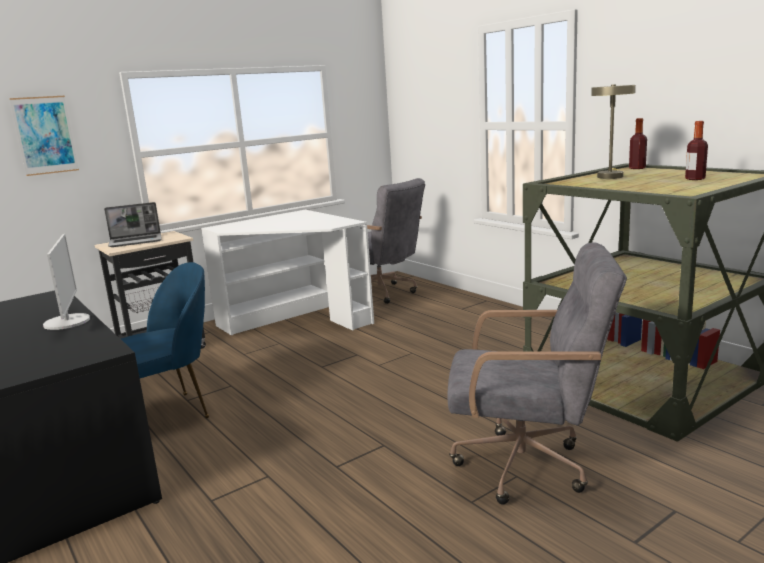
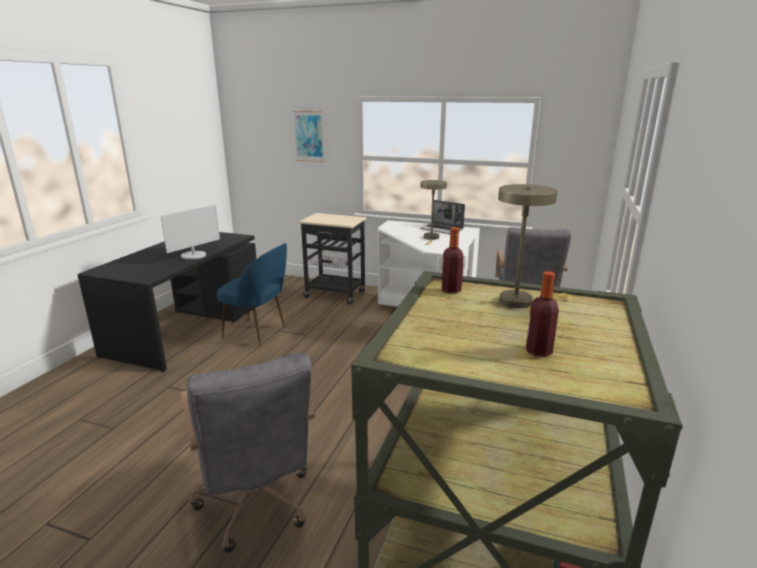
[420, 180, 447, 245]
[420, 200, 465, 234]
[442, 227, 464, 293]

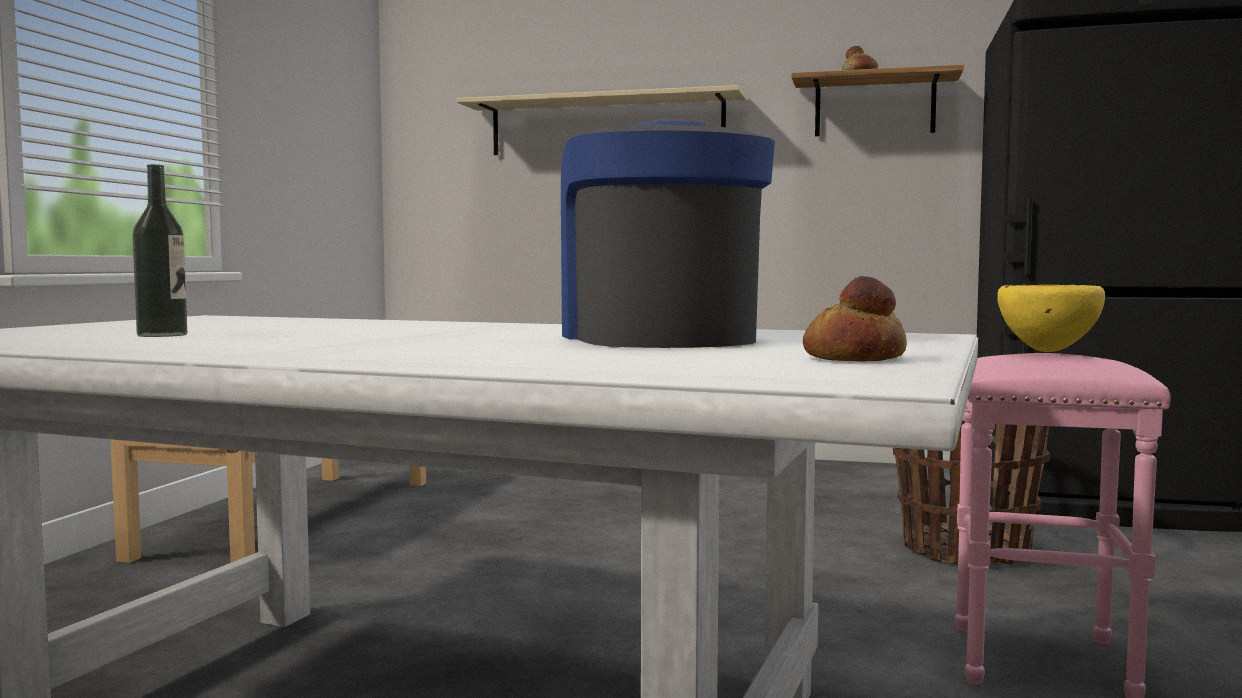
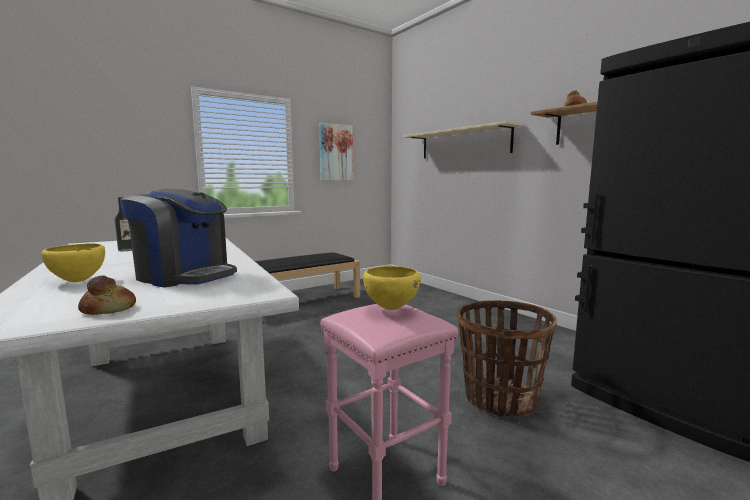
[41, 243, 105, 282]
[319, 123, 353, 181]
[120, 189, 237, 288]

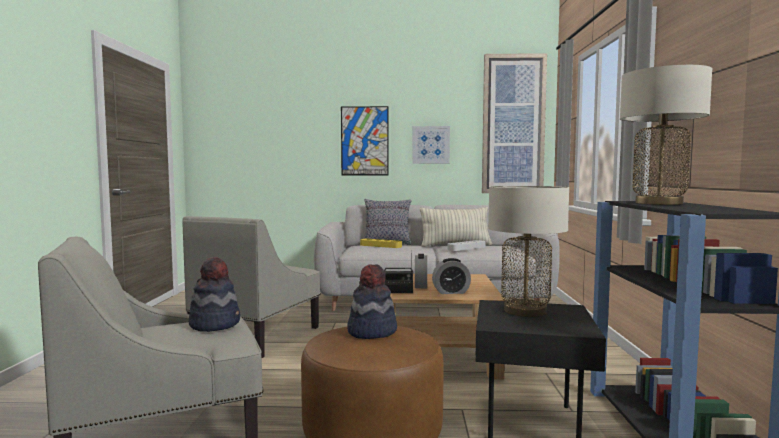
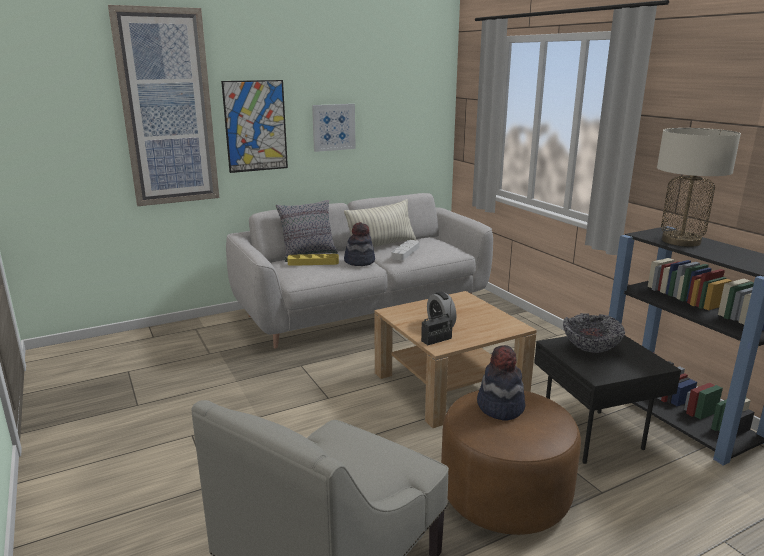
[182, 216, 321, 358] (first image)
[432, 258, 471, 294] (first image)
[344, 222, 375, 266]
[108, 5, 219, 206]
[563, 313, 625, 353]

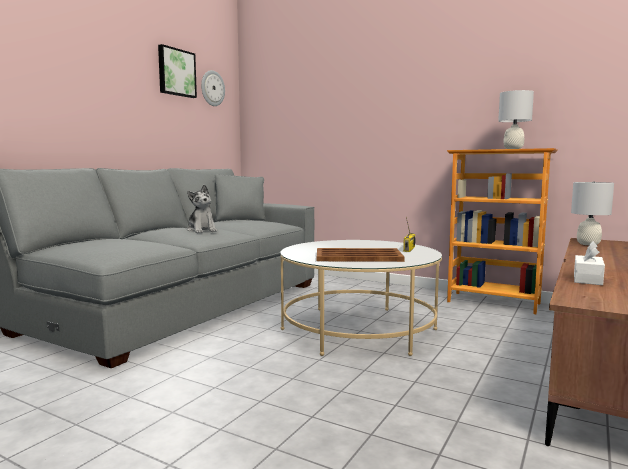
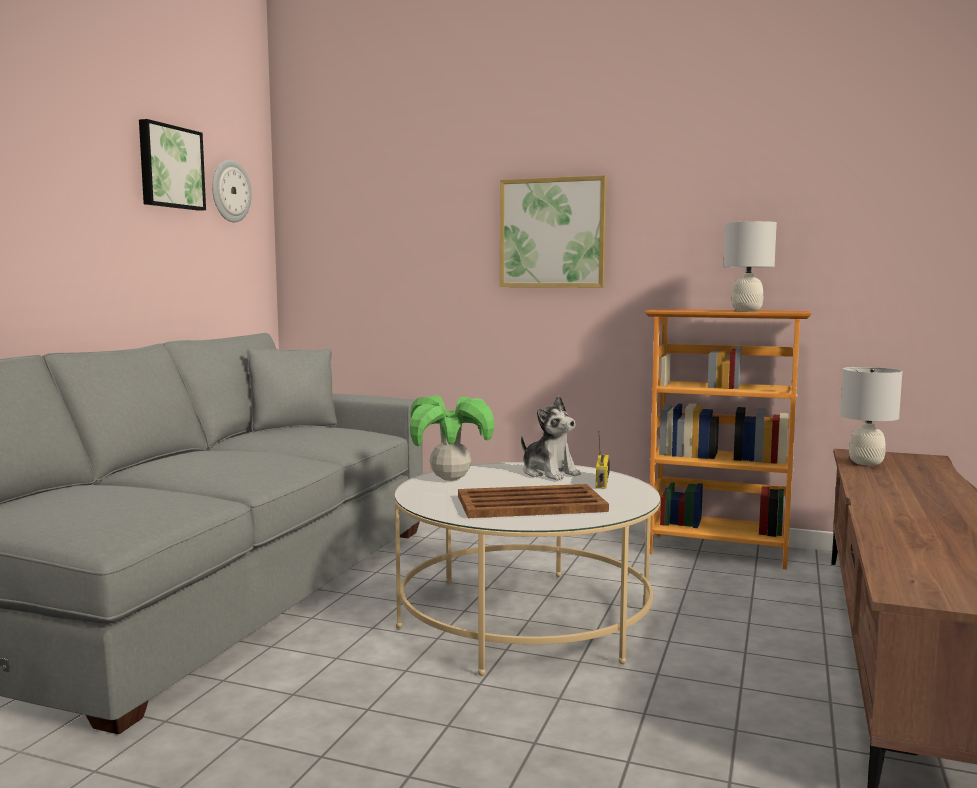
[574, 241, 605, 285] (first image)
[410, 395, 494, 481]
[500, 175, 607, 287]
[521, 396, 581, 480]

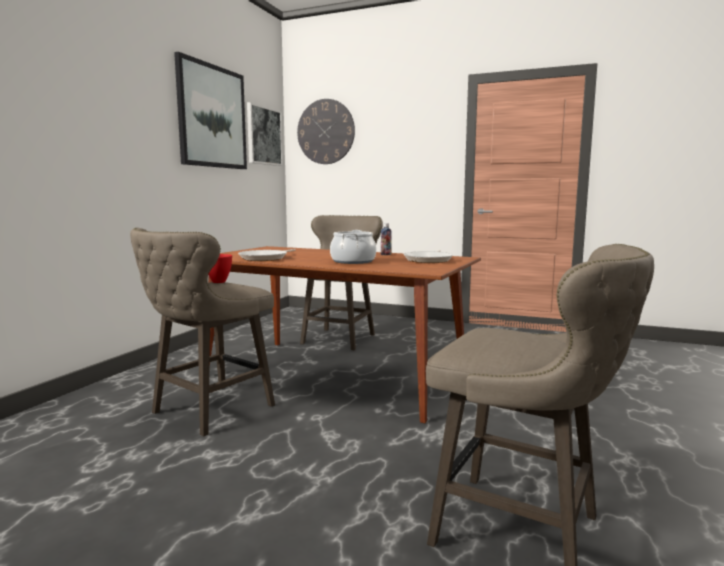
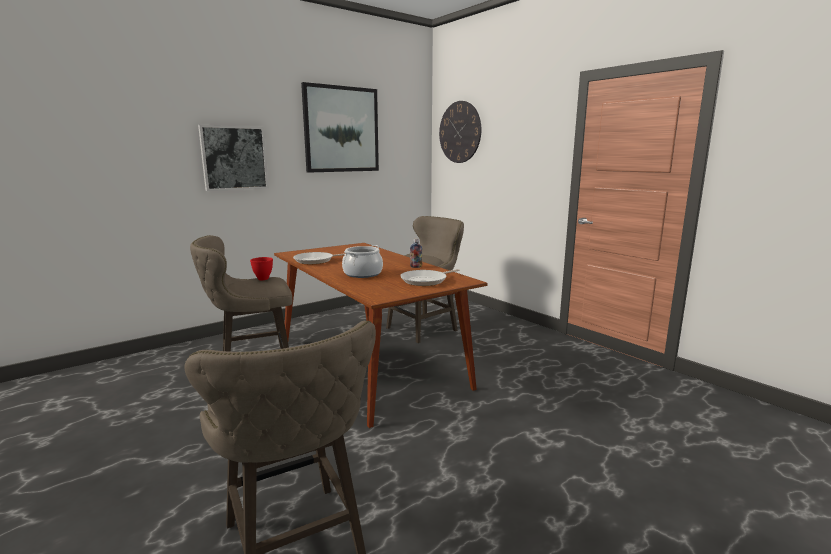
[198, 125, 269, 191]

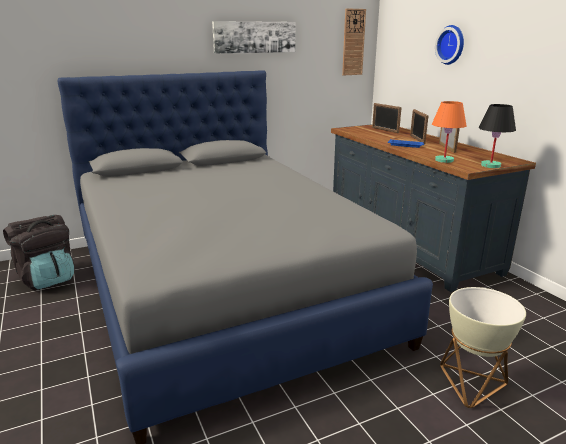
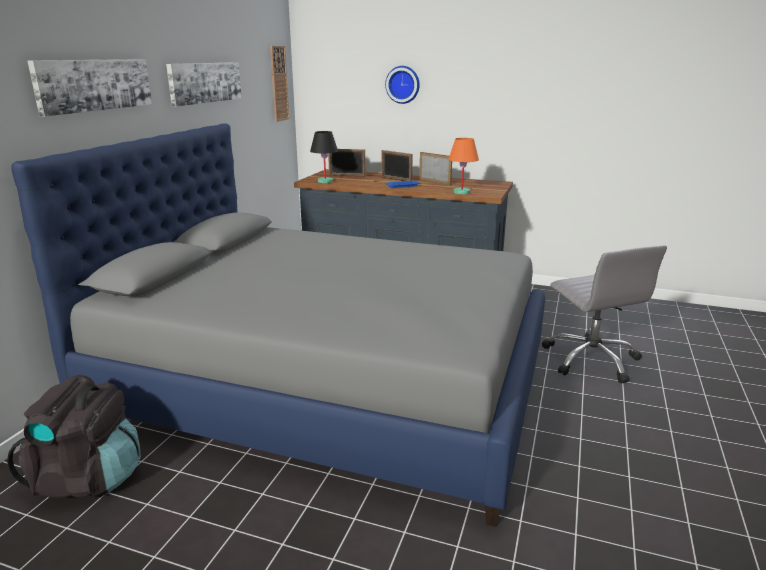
[28, 59, 152, 117]
[310, 131, 338, 183]
[542, 245, 667, 383]

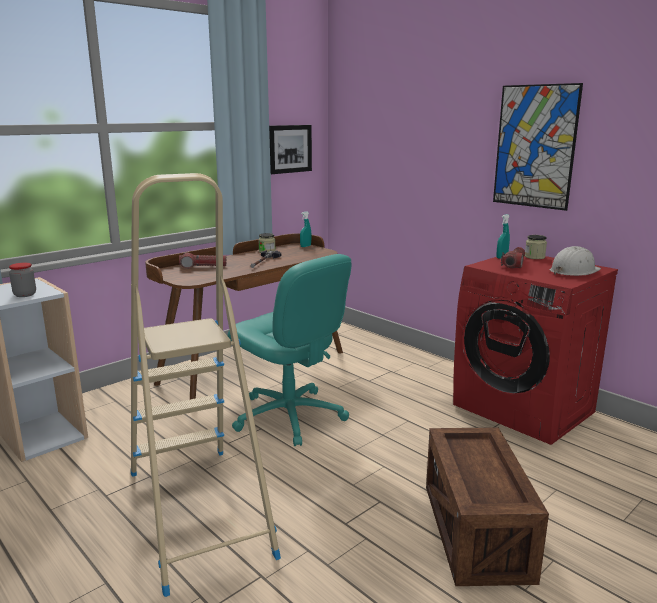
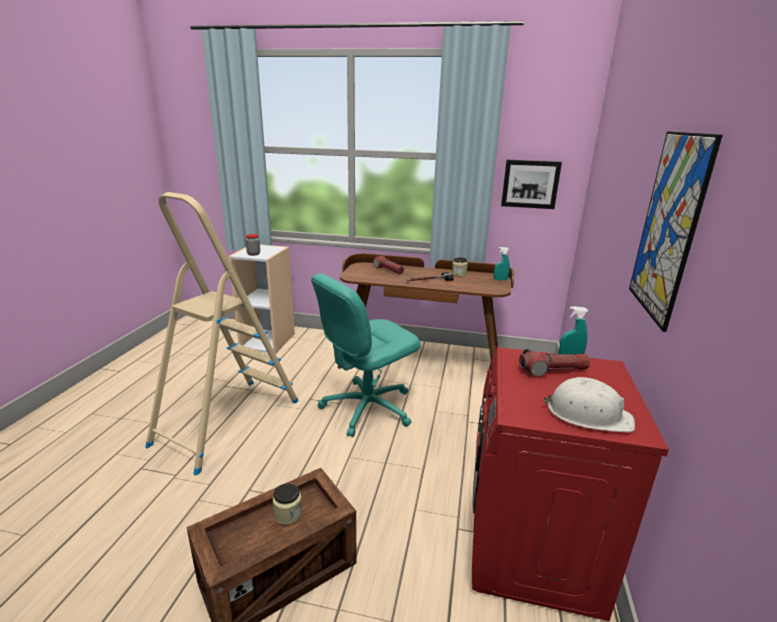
[273, 483, 302, 525]
[311, 274, 421, 437]

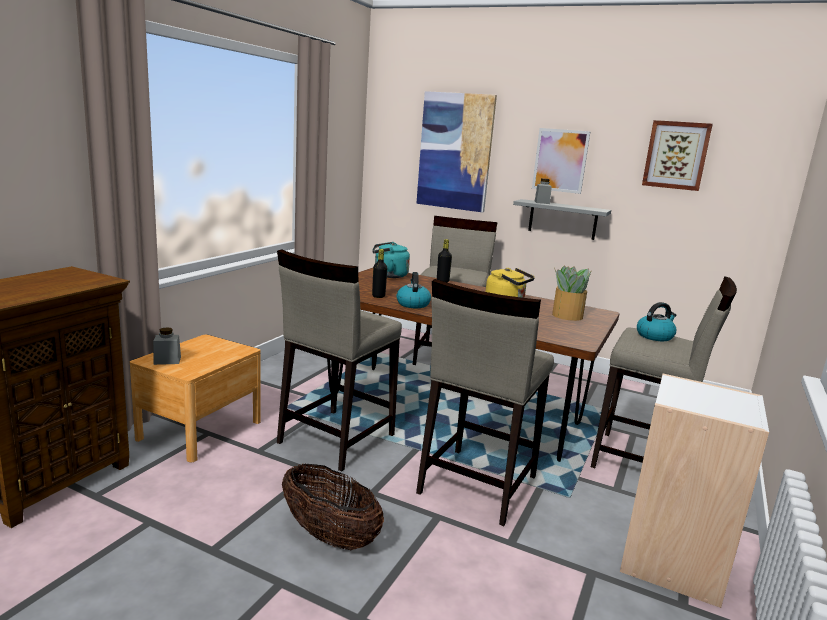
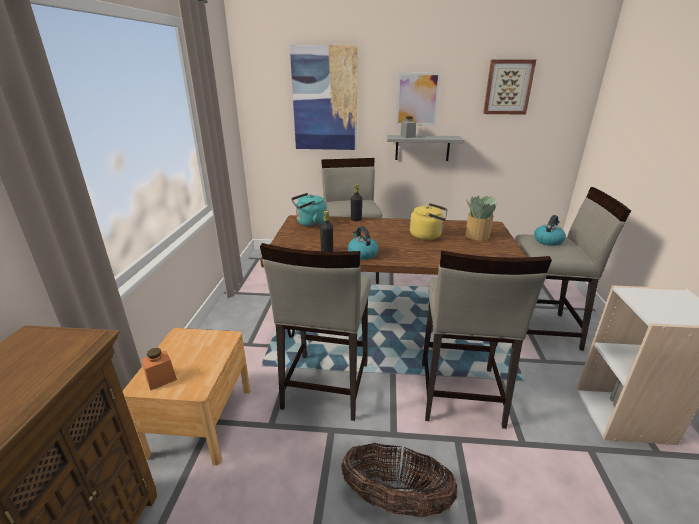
[141, 348, 177, 390]

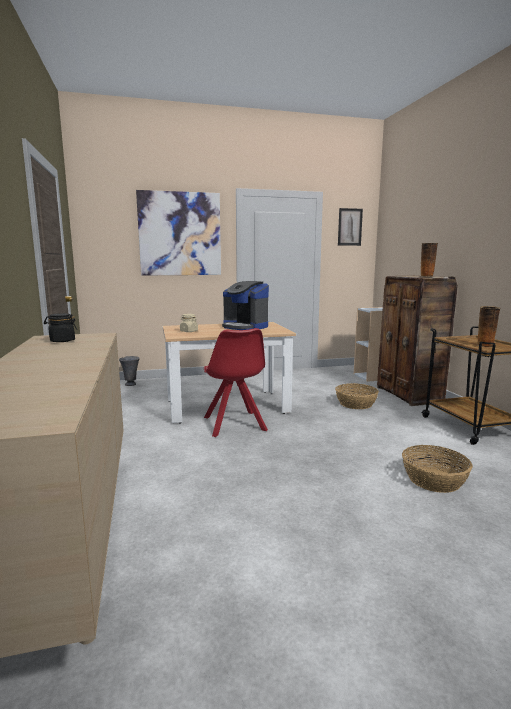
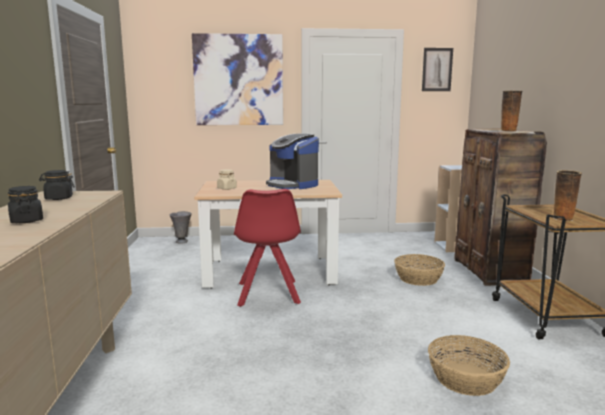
[8, 186, 43, 223]

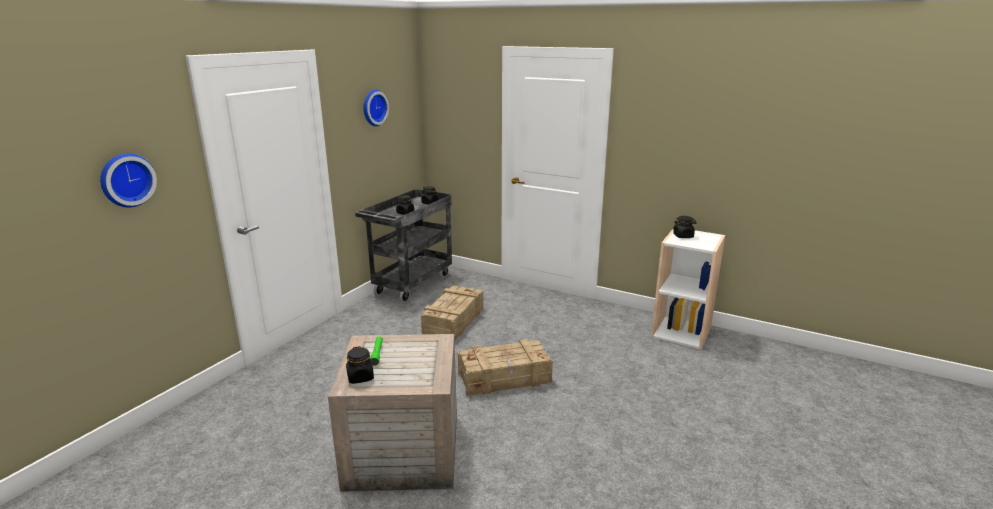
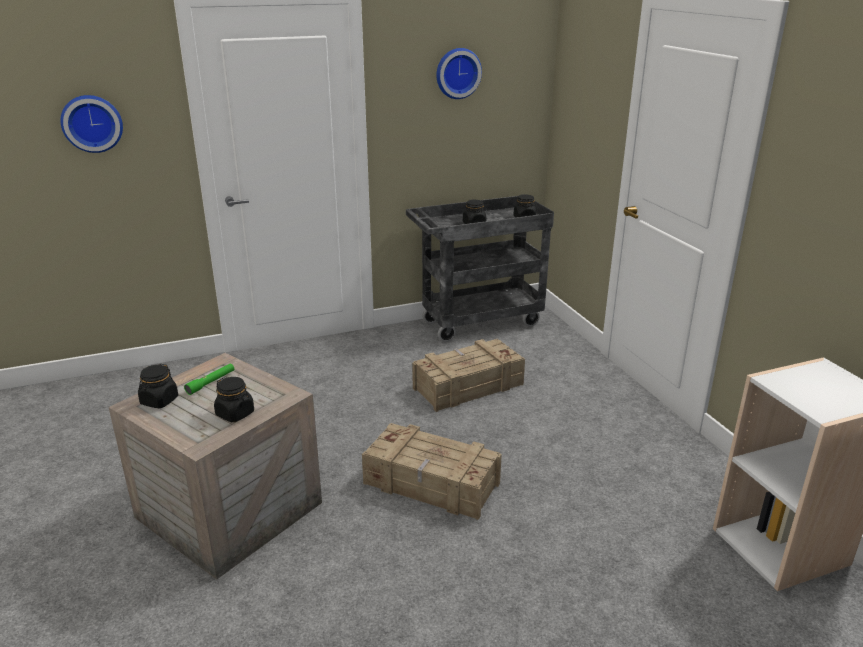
[214, 377, 254, 422]

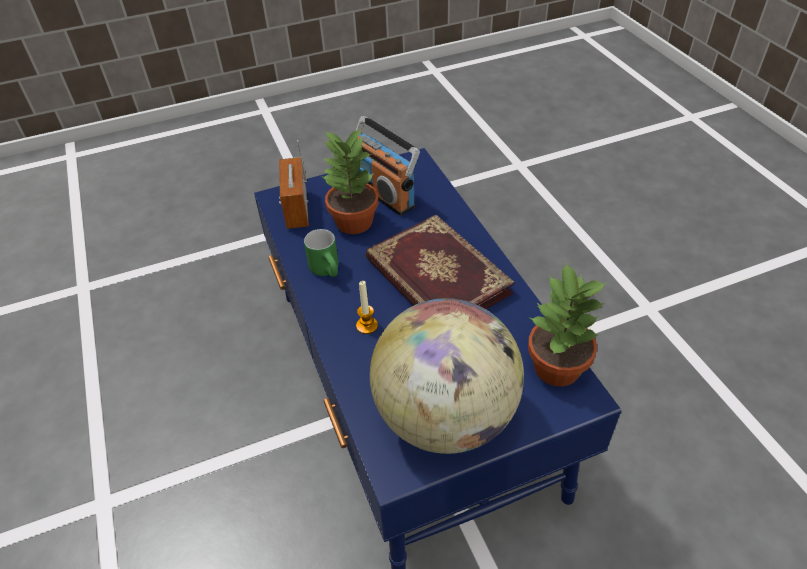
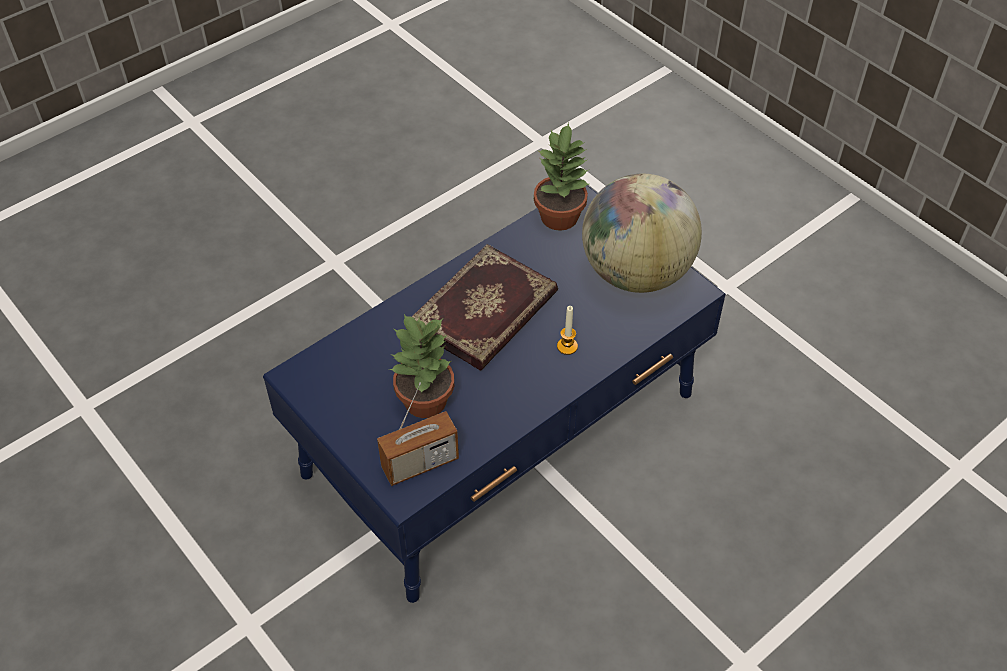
[304, 229, 338, 277] (first image)
[356, 116, 420, 216] (first image)

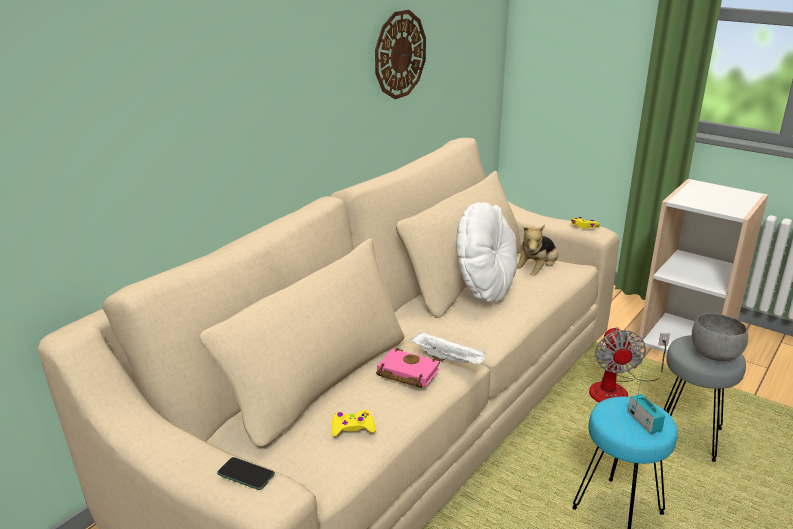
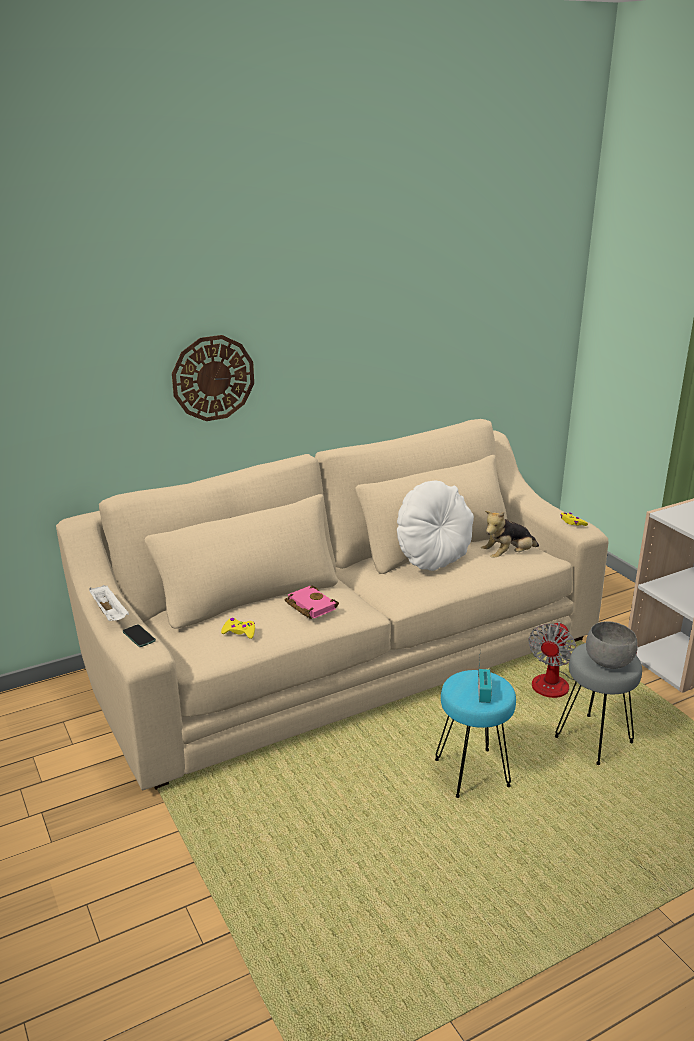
[172, 335, 254, 421]
[89, 585, 129, 621]

